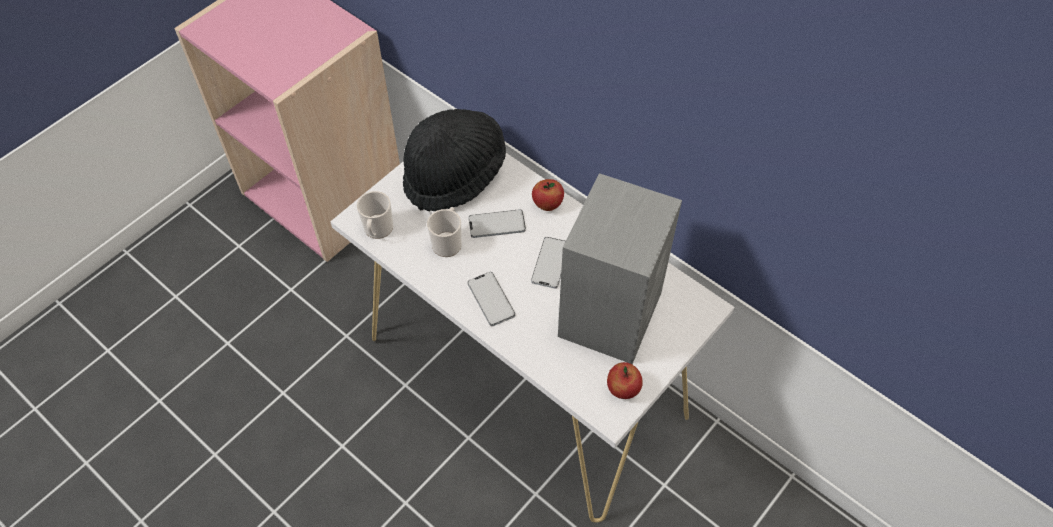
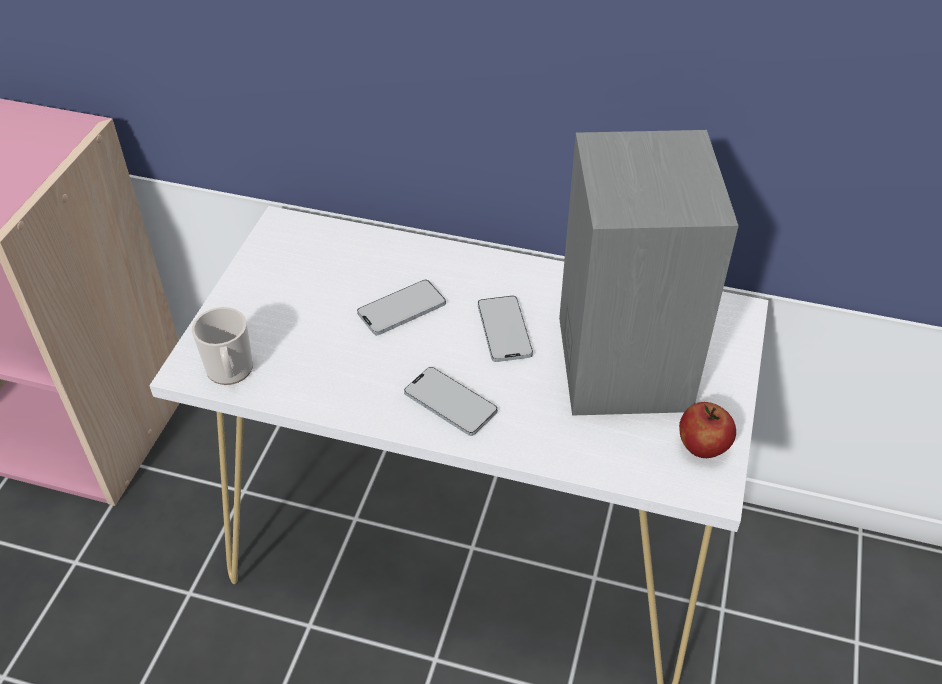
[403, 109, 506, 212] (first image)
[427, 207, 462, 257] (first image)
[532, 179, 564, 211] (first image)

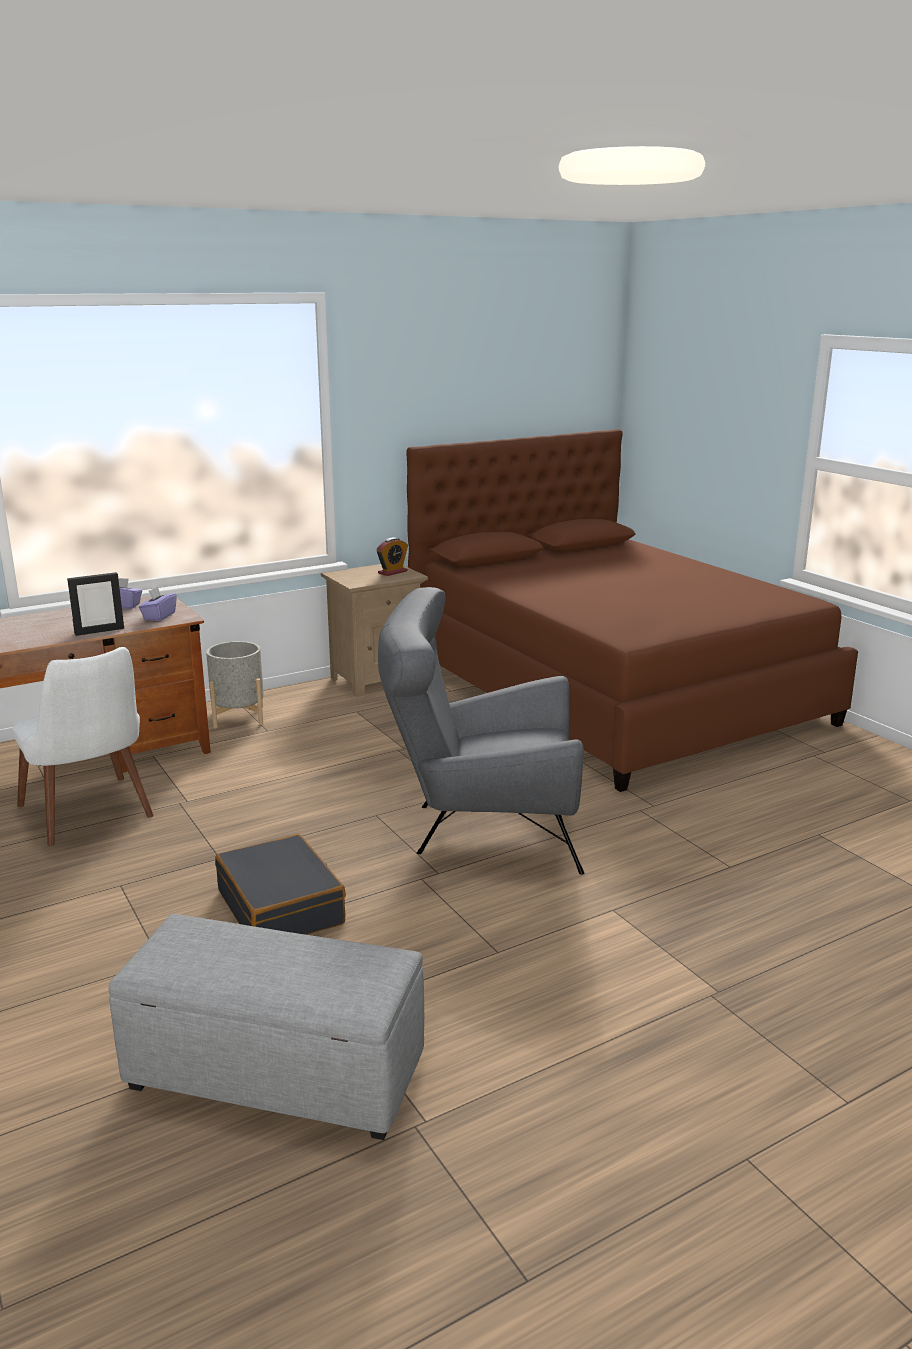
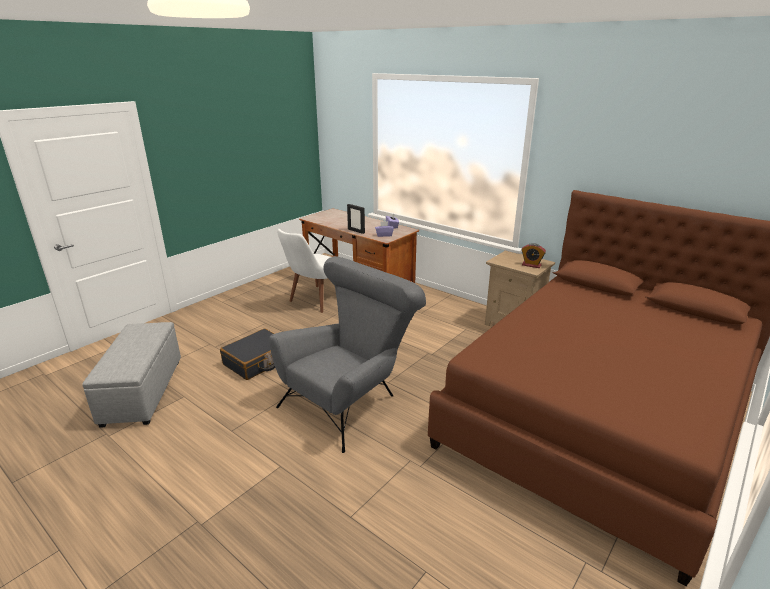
[206, 641, 264, 729] (first image)
[269, 256, 426, 453]

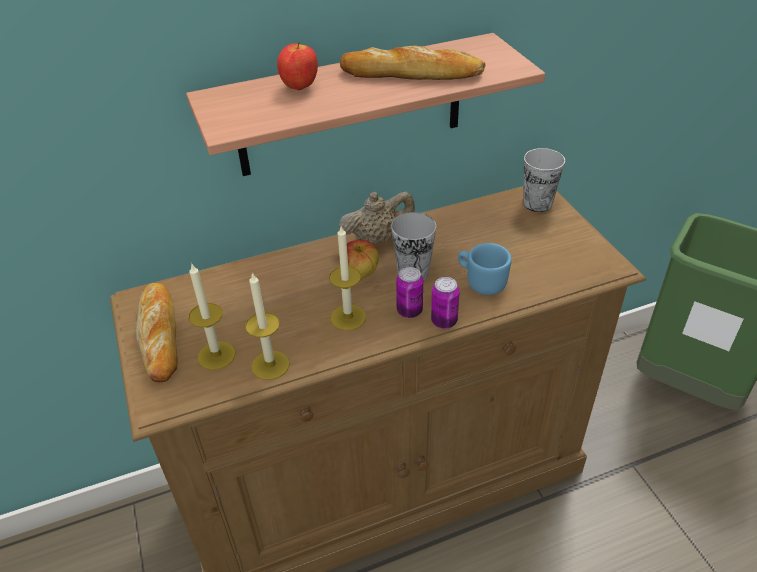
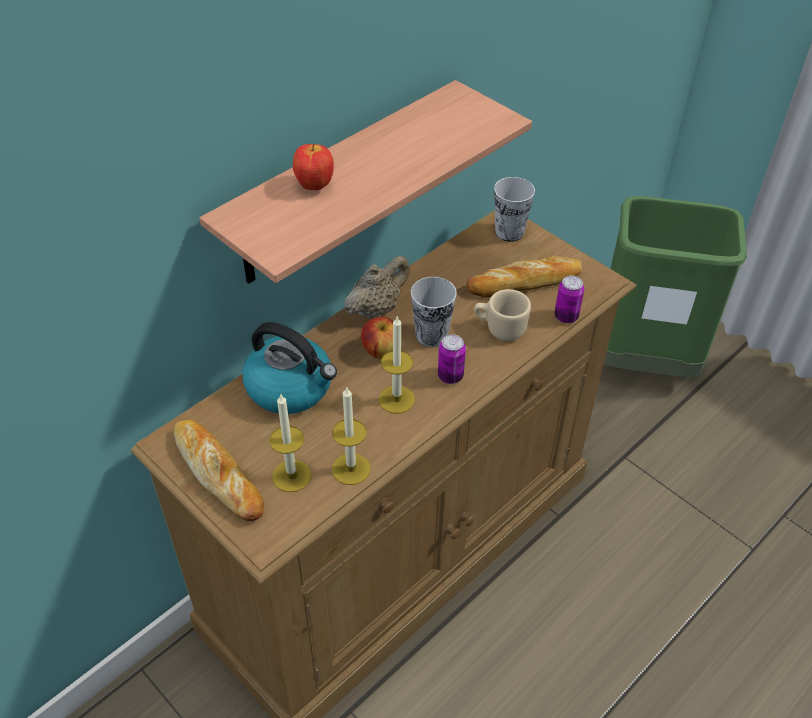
[242, 322, 337, 414]
[466, 256, 582, 298]
[554, 276, 584, 323]
[474, 289, 531, 341]

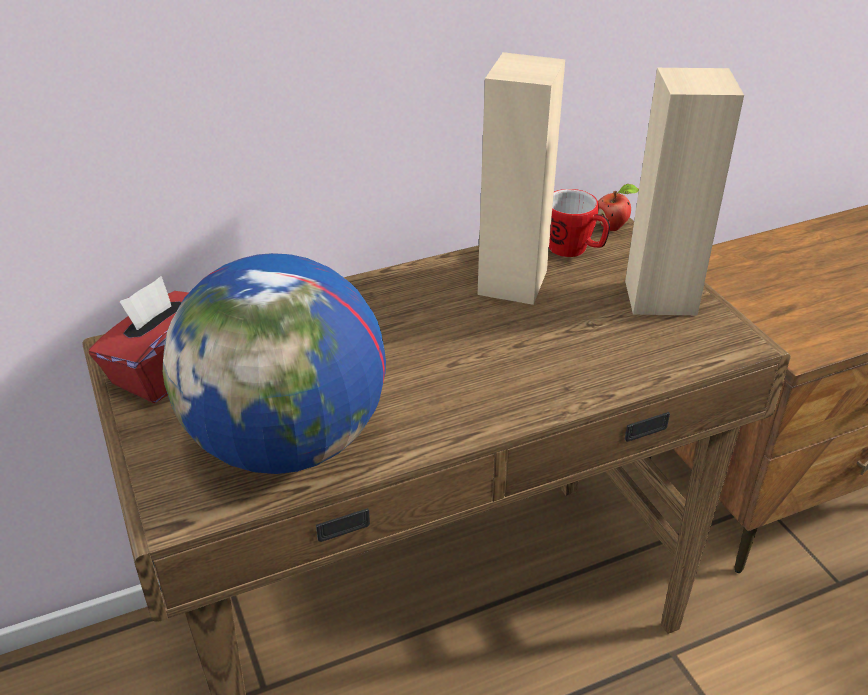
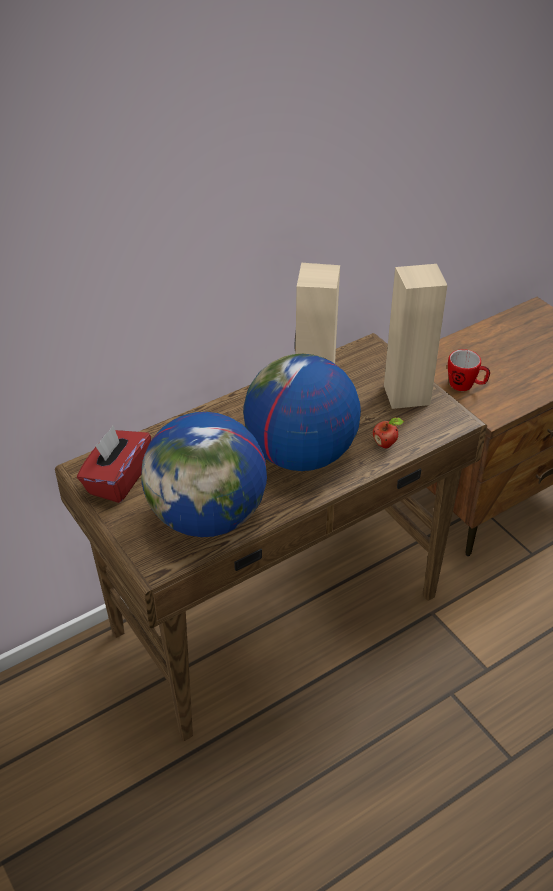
[243, 354, 361, 471]
[448, 349, 490, 391]
[373, 417, 404, 448]

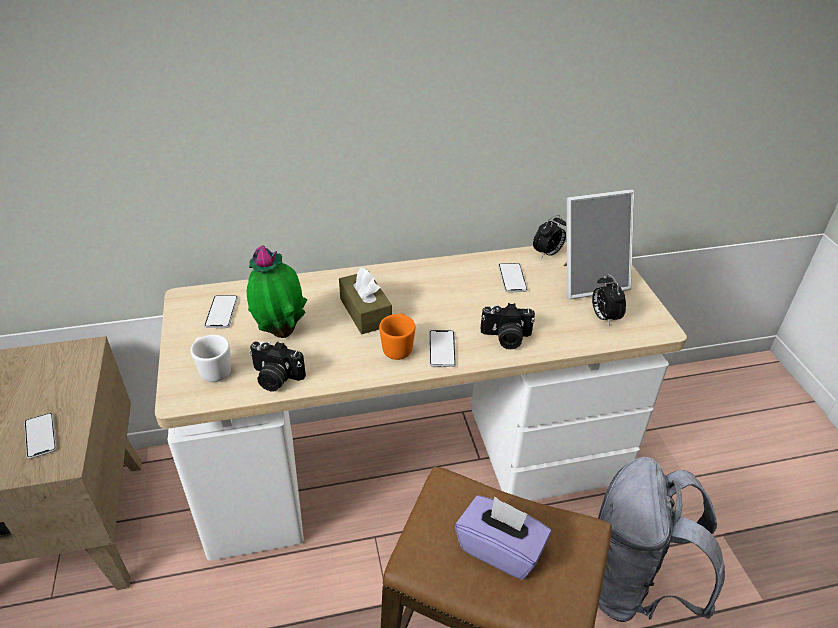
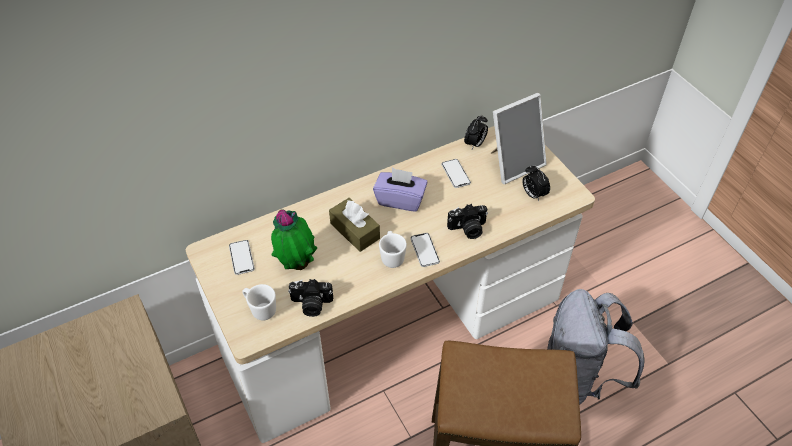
[24, 413, 57, 459] (first image)
[373, 168, 428, 212]
[379, 231, 407, 268]

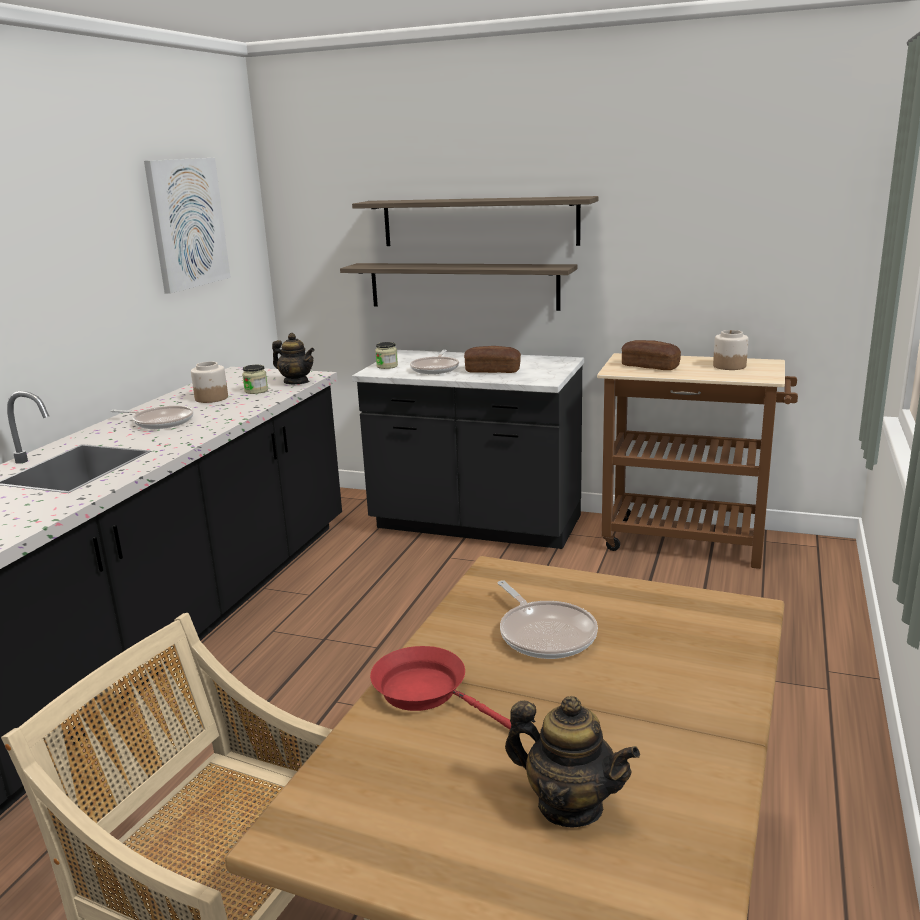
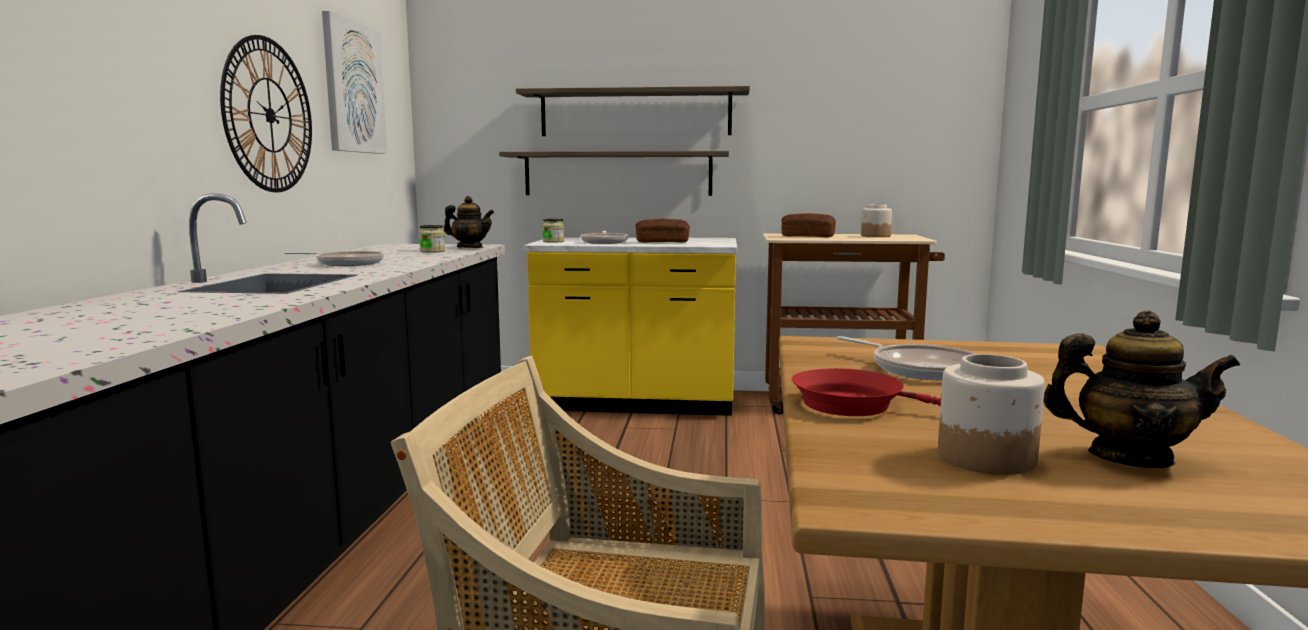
[220, 35, 312, 192]
[938, 354, 1045, 475]
[524, 237, 737, 416]

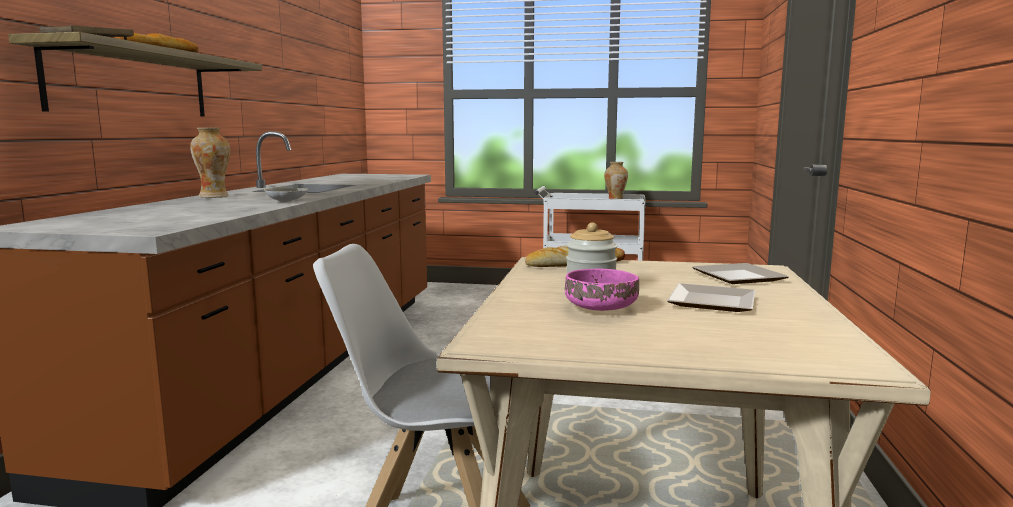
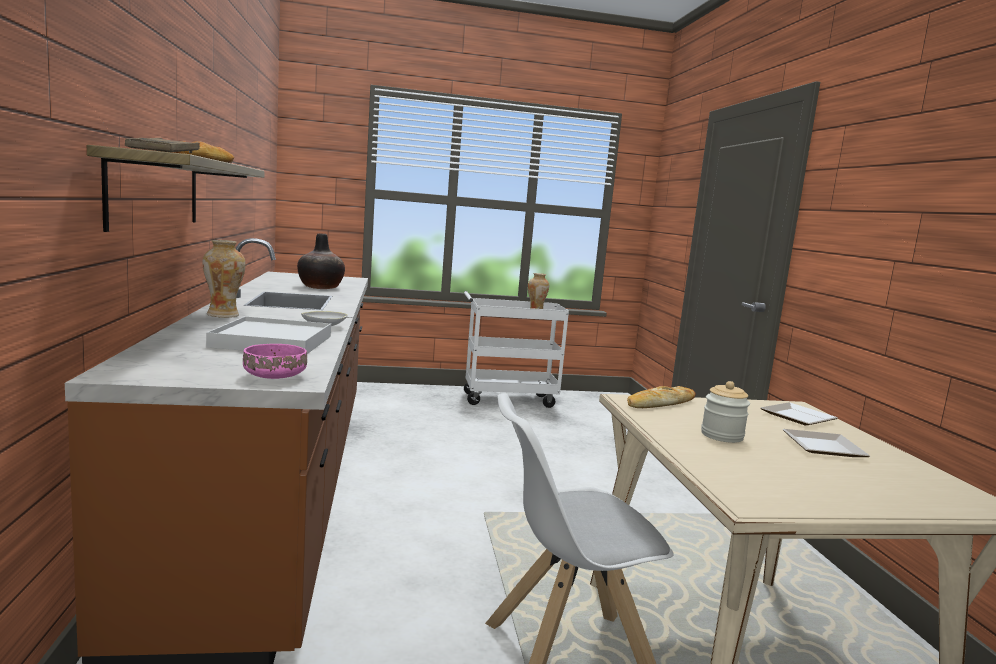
[206, 316, 331, 354]
[297, 233, 345, 289]
[243, 344, 307, 379]

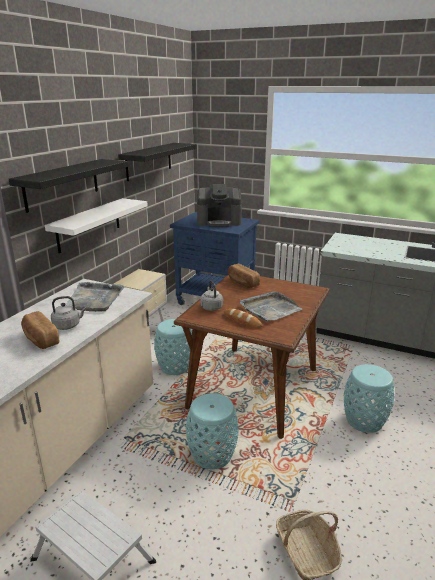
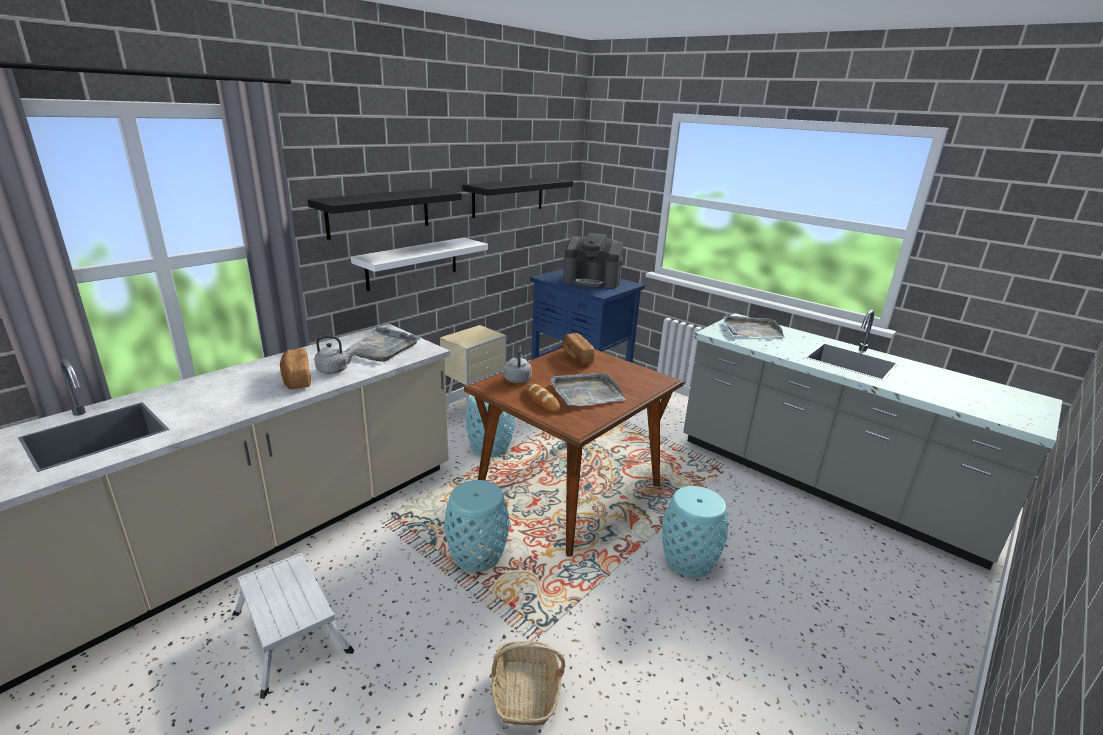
[724, 315, 785, 339]

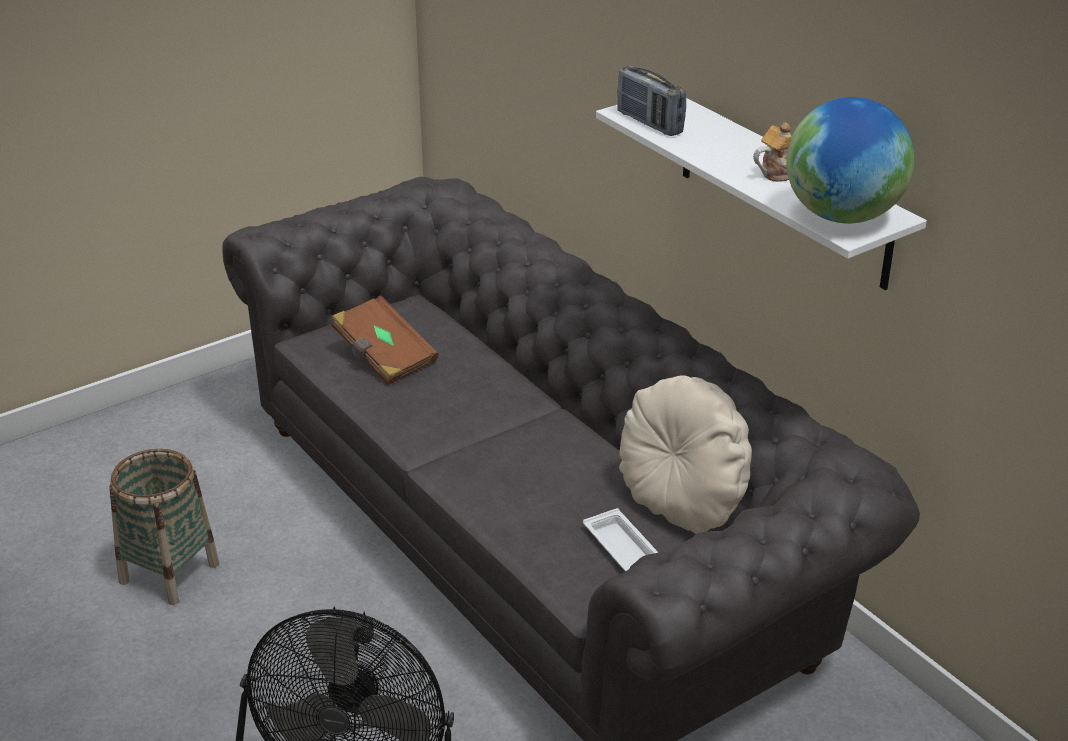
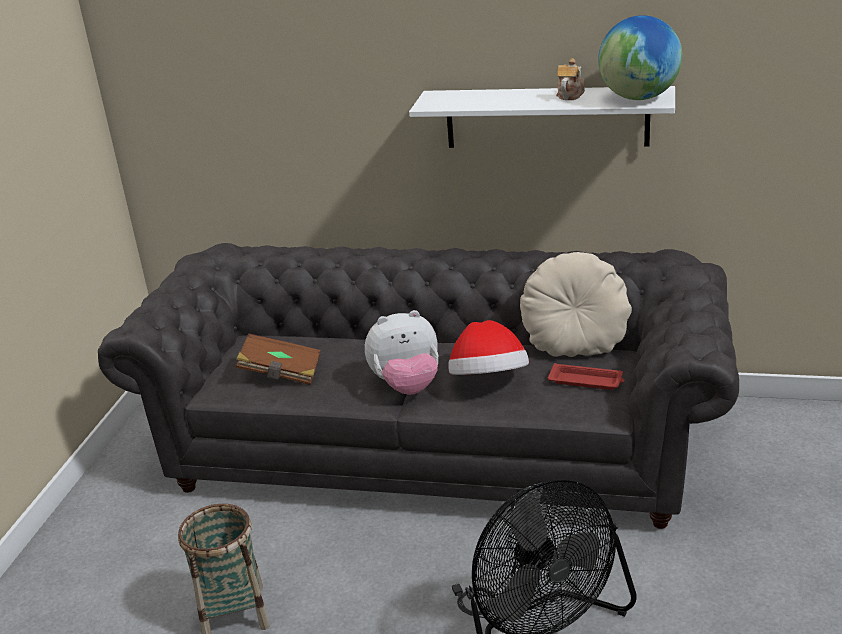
[617, 66, 686, 136] (first image)
[365, 310, 438, 395]
[449, 320, 529, 375]
[548, 363, 625, 390]

